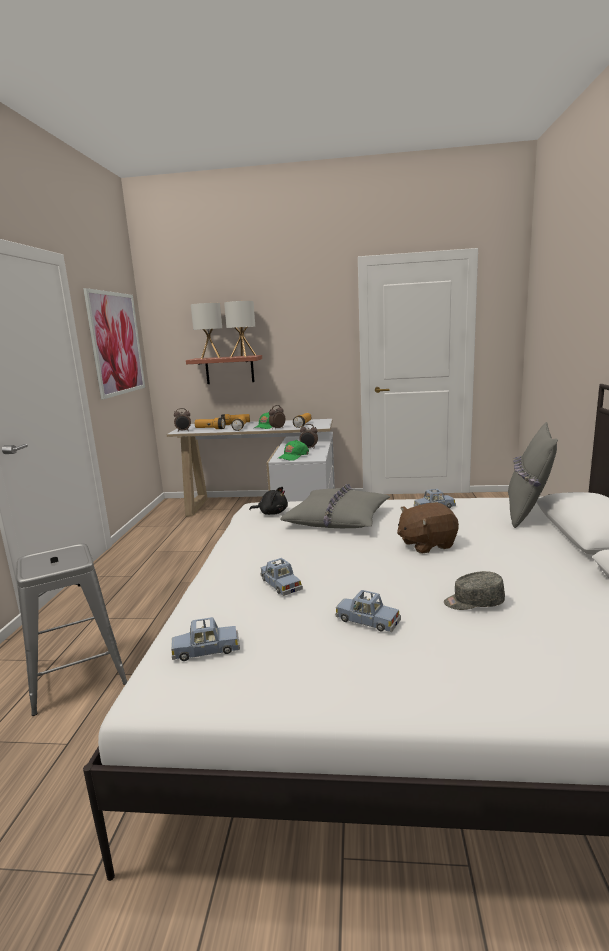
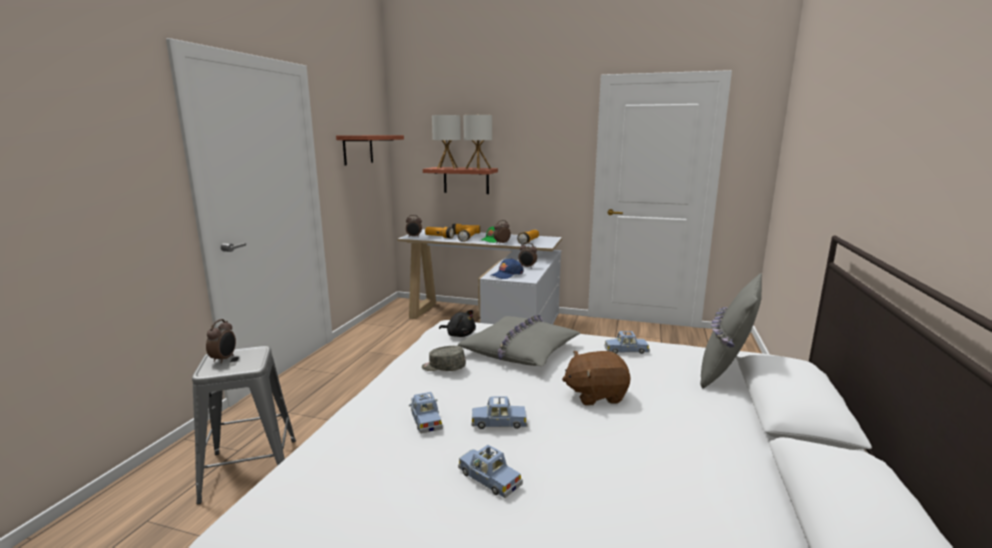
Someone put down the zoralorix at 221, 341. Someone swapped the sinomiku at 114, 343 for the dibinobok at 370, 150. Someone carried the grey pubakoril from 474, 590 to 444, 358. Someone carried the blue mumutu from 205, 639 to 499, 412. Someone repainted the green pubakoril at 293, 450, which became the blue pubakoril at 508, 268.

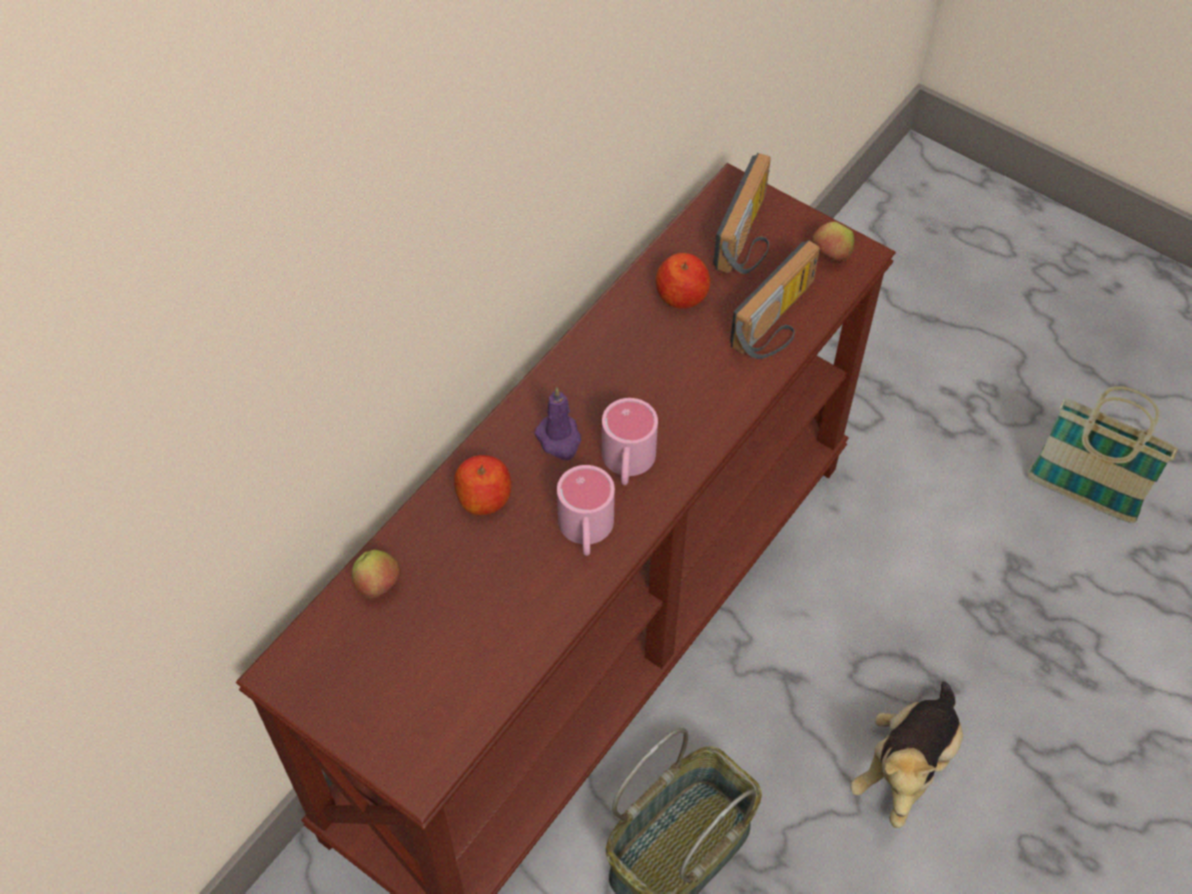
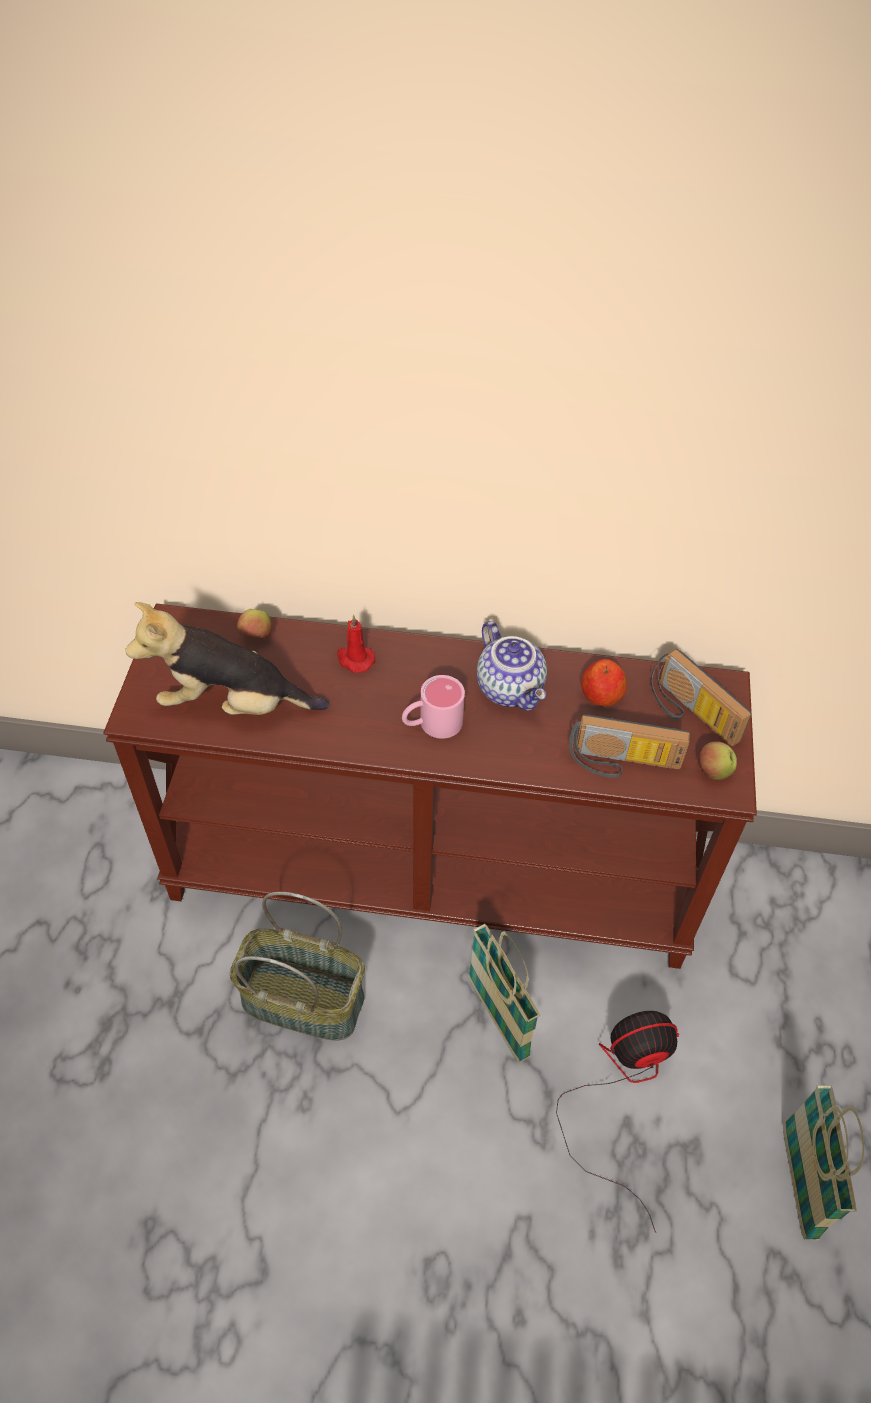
Someone carried the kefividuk from 906, 754 to 227, 658. Someone swapped the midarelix at 482, 485 for the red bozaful at 356, 644. Someone put down the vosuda at 504, 993. Someone put down the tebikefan at 512, 666. Someone put down the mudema at 617, 1122. Someone rotated the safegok at 742, 213 by 60 degrees clockwise. Someone took away the purple bozaful at 557, 423. Someone took away the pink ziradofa at 586, 510.

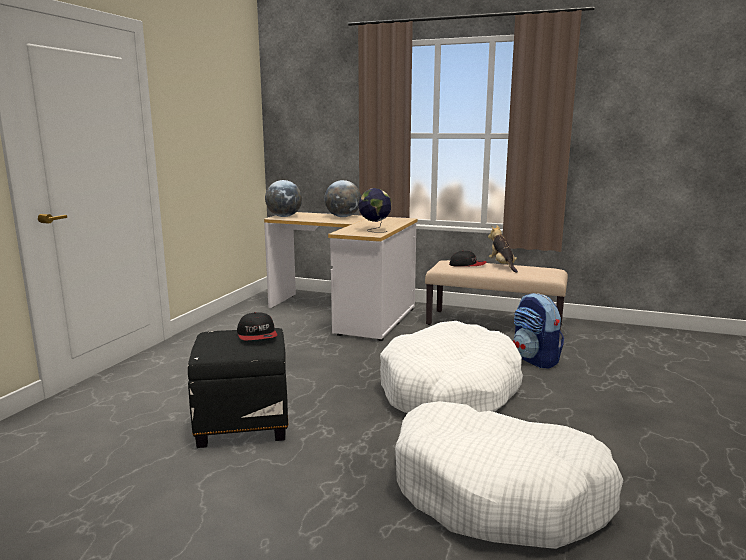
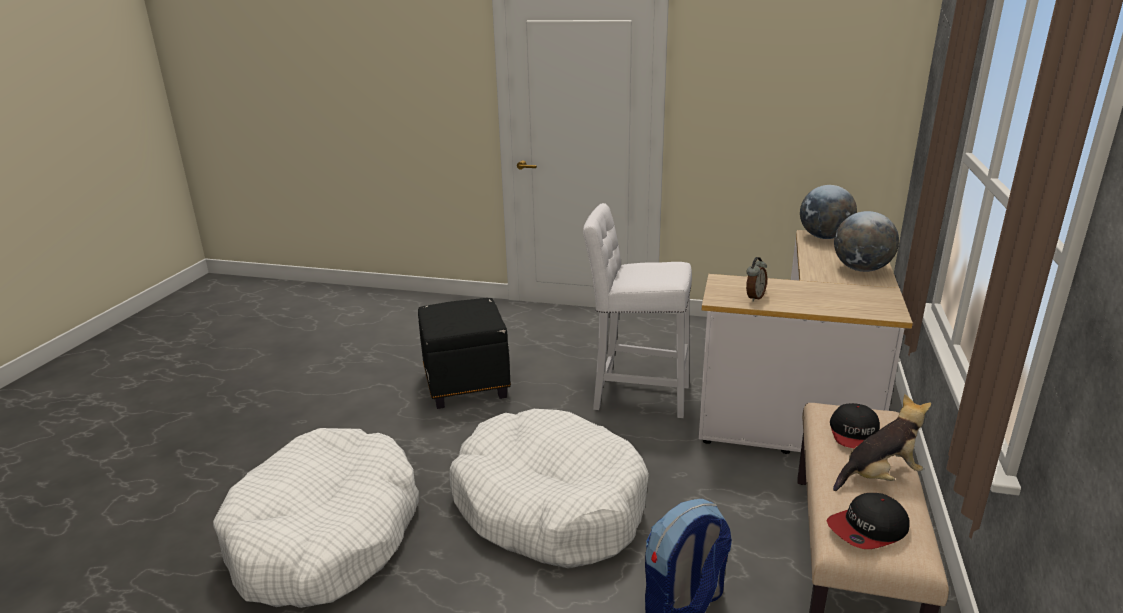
Someone put down the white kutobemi at 637, 310. Someone swapped the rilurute at 375, 210 for the zoralorix at 756, 279. Someone carried the pubakoril from 257, 326 to 868, 521.

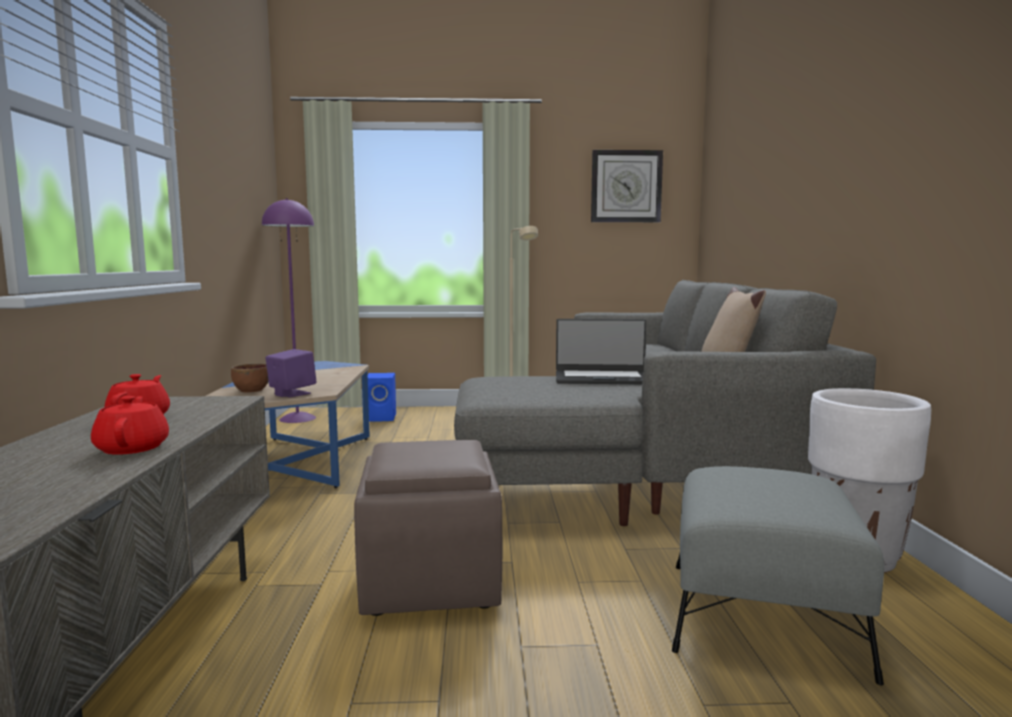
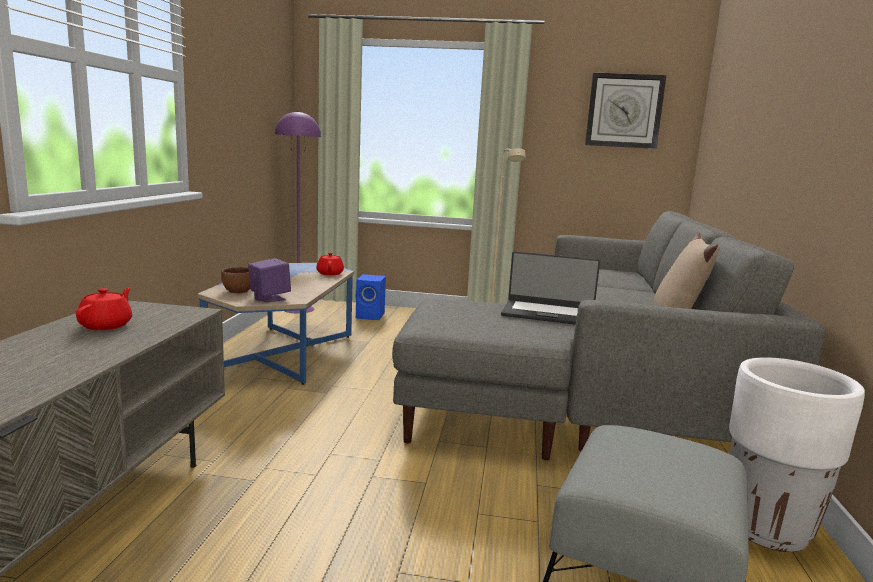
Someone carried the red tebikefan from 130, 425 to 330, 263. Someone took away the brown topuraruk at 428, 528.

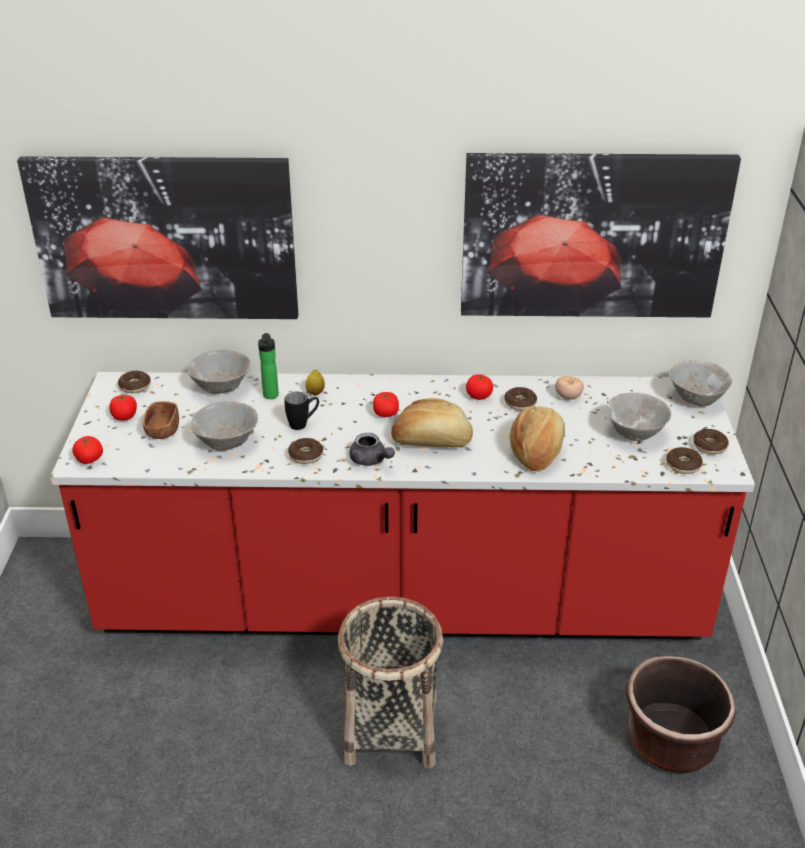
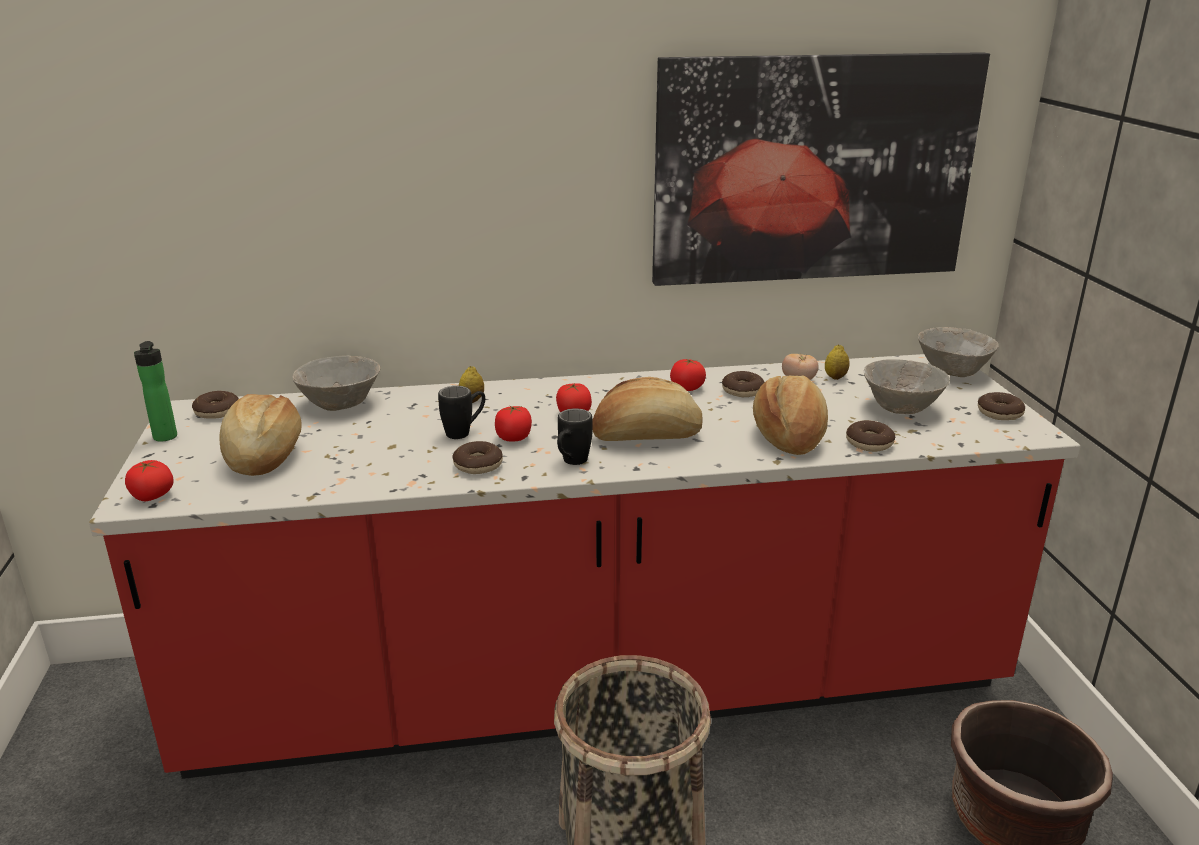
Someone carried the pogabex from 268, 366 to 155, 391. Someone swapped the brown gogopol at 160, 420 for the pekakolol at 260, 435. Someone carried the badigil from 123, 407 to 513, 423. Someone swapped the grey tebikefan at 372, 449 for the black ziradofa at 574, 436. Someone put down the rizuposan at 837, 362. Someone carried the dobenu from 684, 460 to 870, 436. Someone took away the sinomiku at 157, 237. Someone took away the grey gogopol at 224, 426.

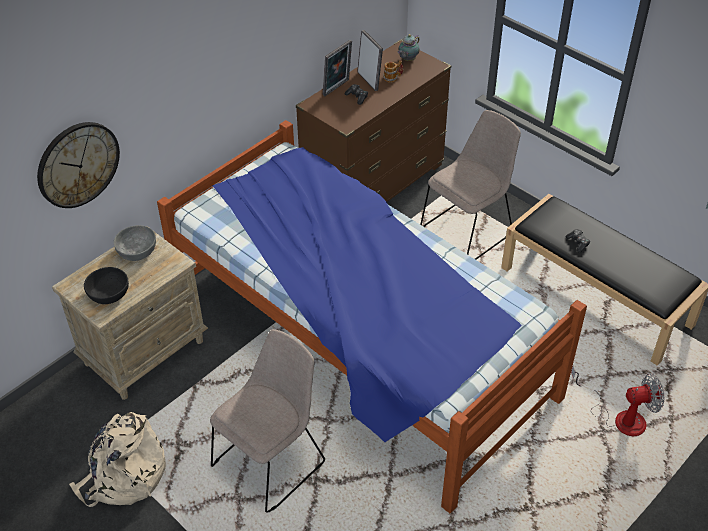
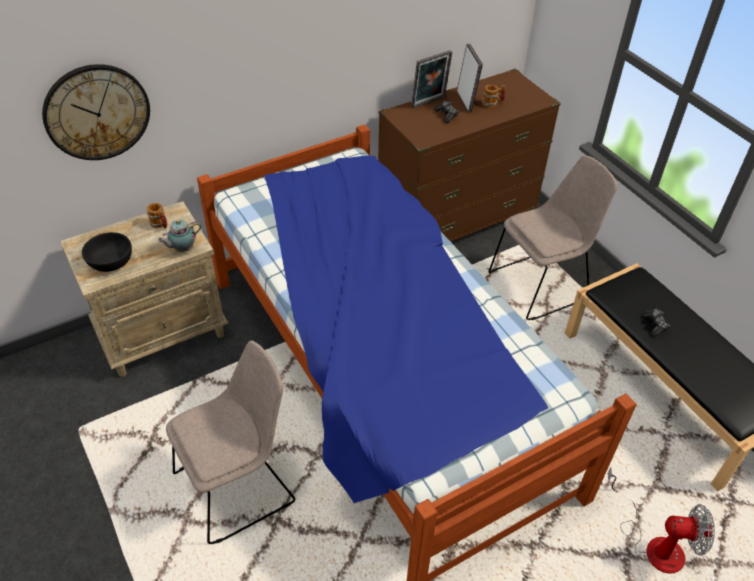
Someone swapped the grey gogopol at 135, 243 for the ziradofa at 157, 216. Someone carried the tebikefan from 408, 47 to 179, 236. Someone took away the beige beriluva at 117, 459.

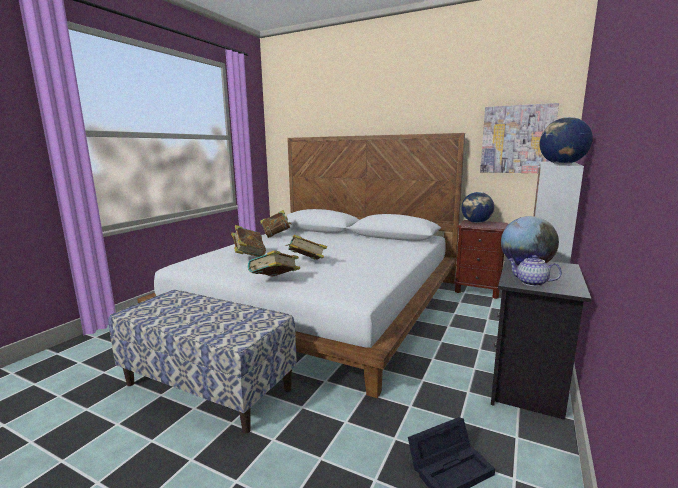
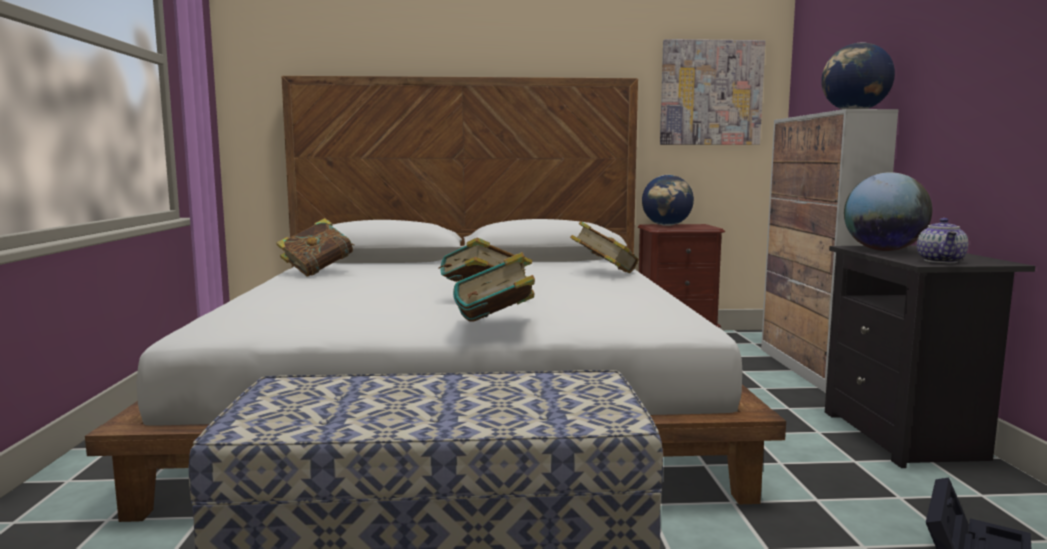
Someone carried the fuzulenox from 248, 241 to 604, 247. Someone rotated the tebikefan at 535, 270 by 75 degrees counterclockwise.

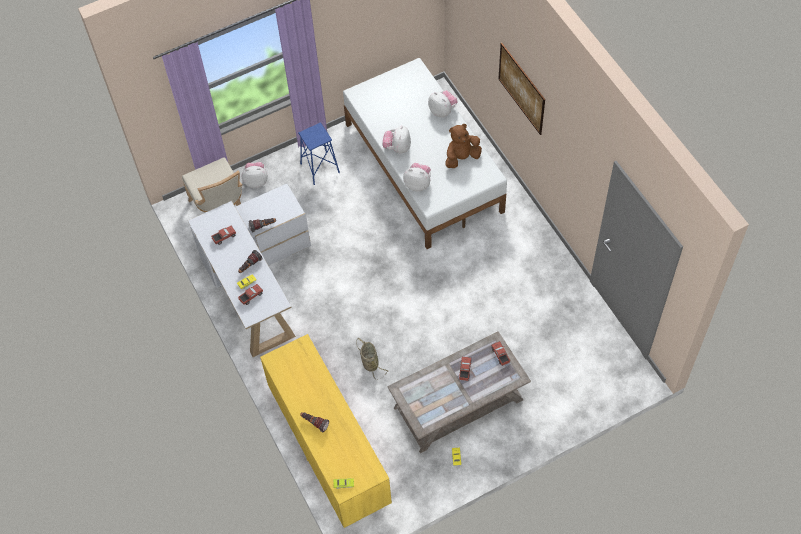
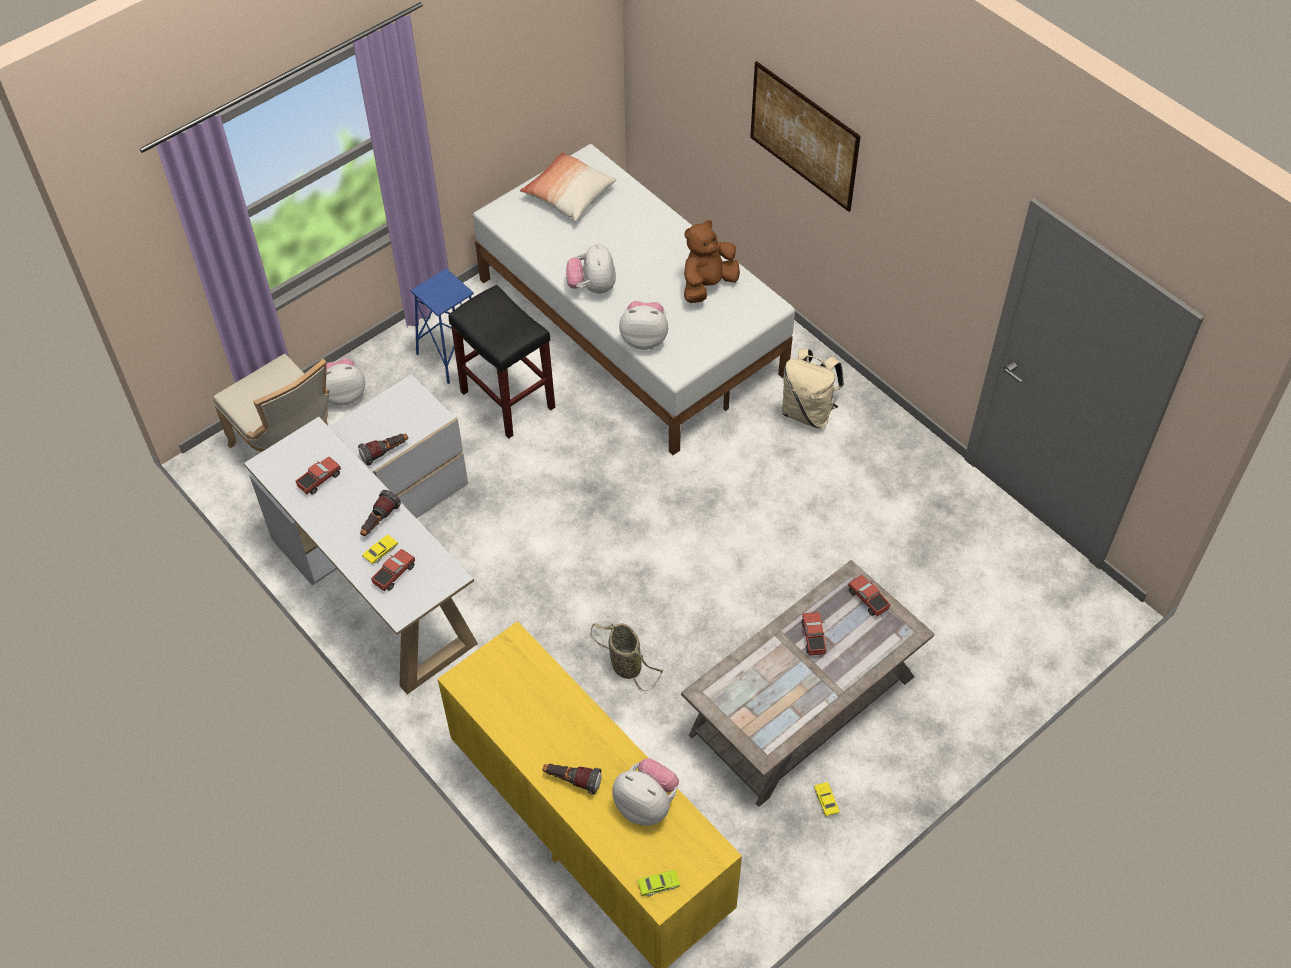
Someone put down the black kutobemi at 501, 362. Someone put down the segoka at 568, 186. Someone carried the kefividuk from 443, 103 to 646, 792. Someone put down the beige beriluva at 813, 388.

